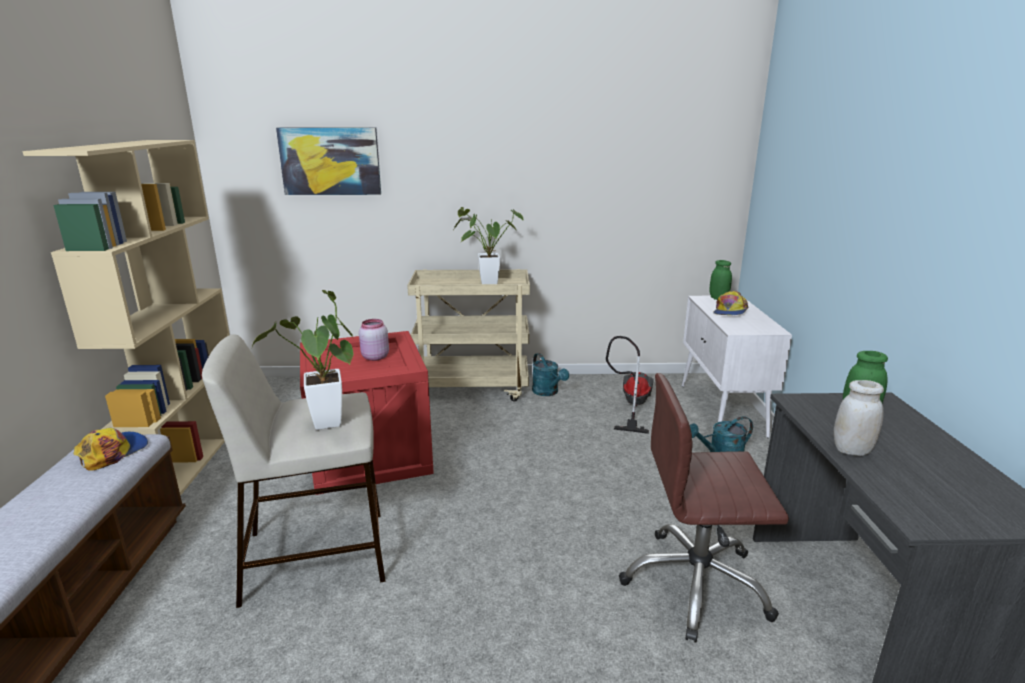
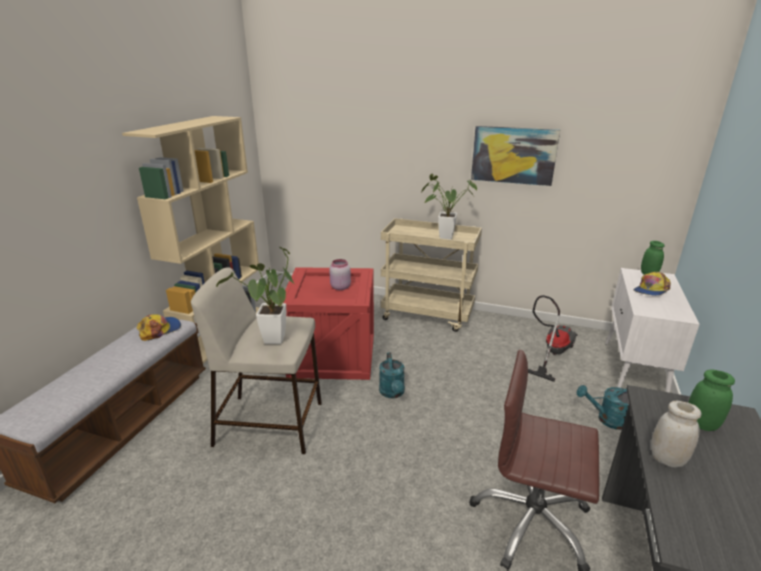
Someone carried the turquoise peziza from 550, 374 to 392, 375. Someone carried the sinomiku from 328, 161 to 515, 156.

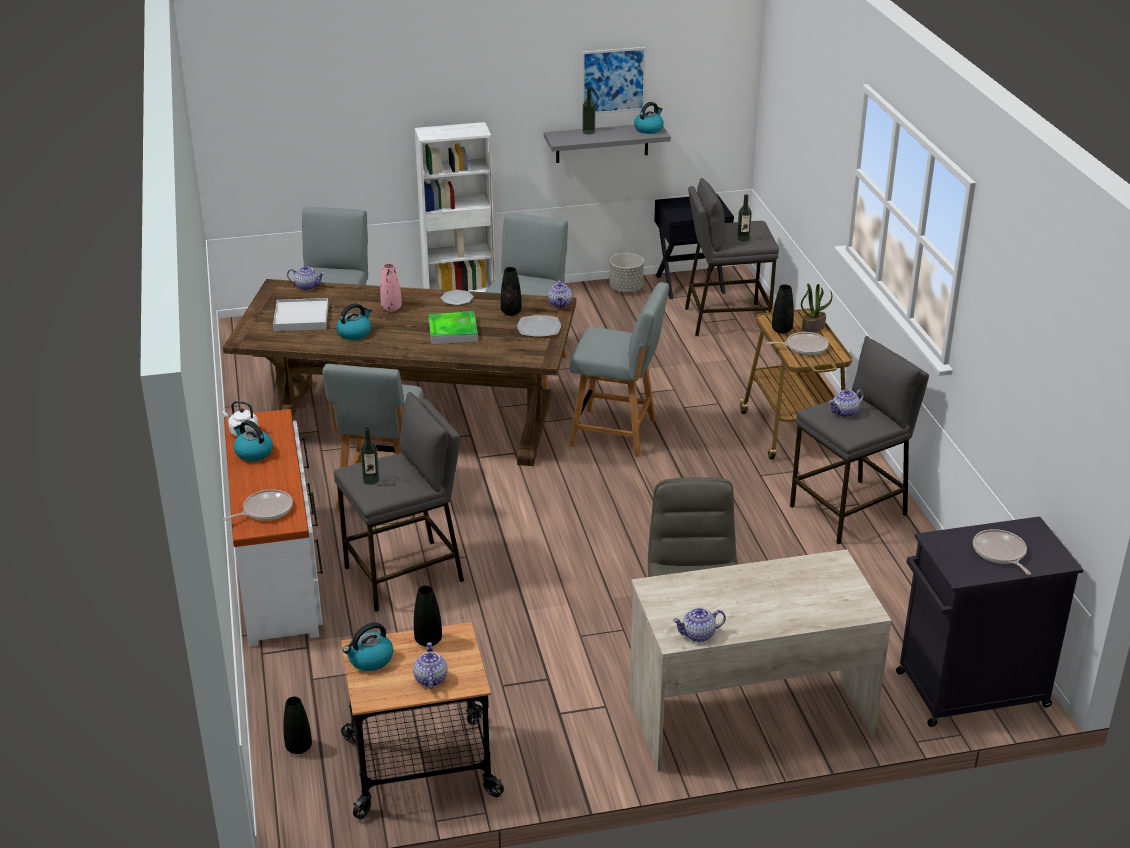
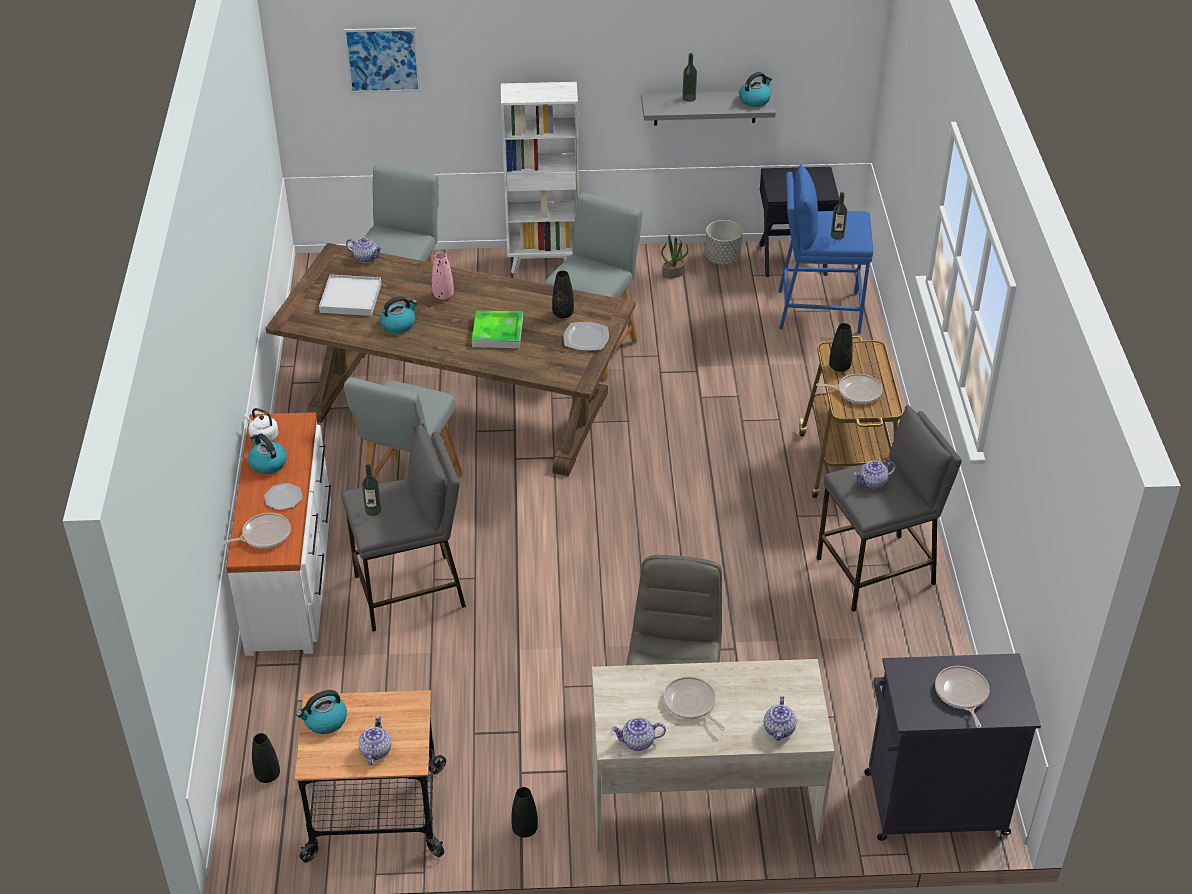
Someone carried the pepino from 457, 297 to 283, 496. Someone carried the sinomiku from 614, 81 to 382, 60. Someone carried the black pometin from 428, 616 to 524, 812. Someone carried the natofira from 816, 307 to 674, 256. Someone put down the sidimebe at 694, 703. Someone carried the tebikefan from 560, 294 to 780, 718. Someone repainted the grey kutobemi at 732, 257, which became the blue kutobemi at 825, 248. Someone took away the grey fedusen at 619, 369.

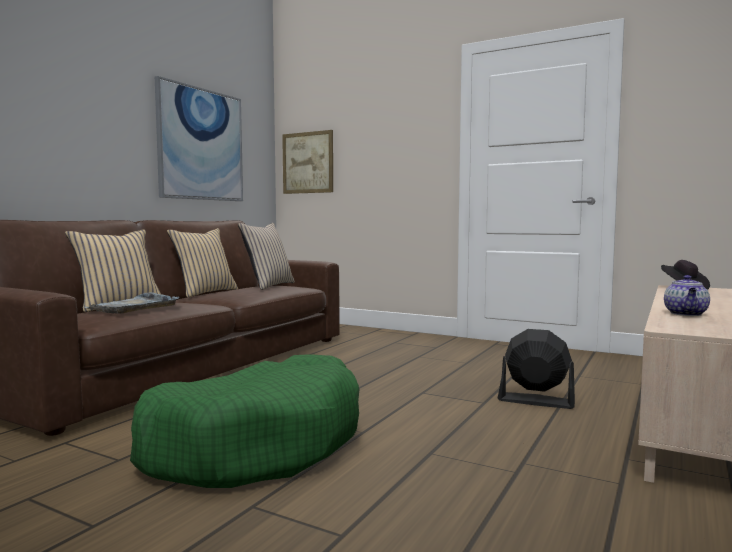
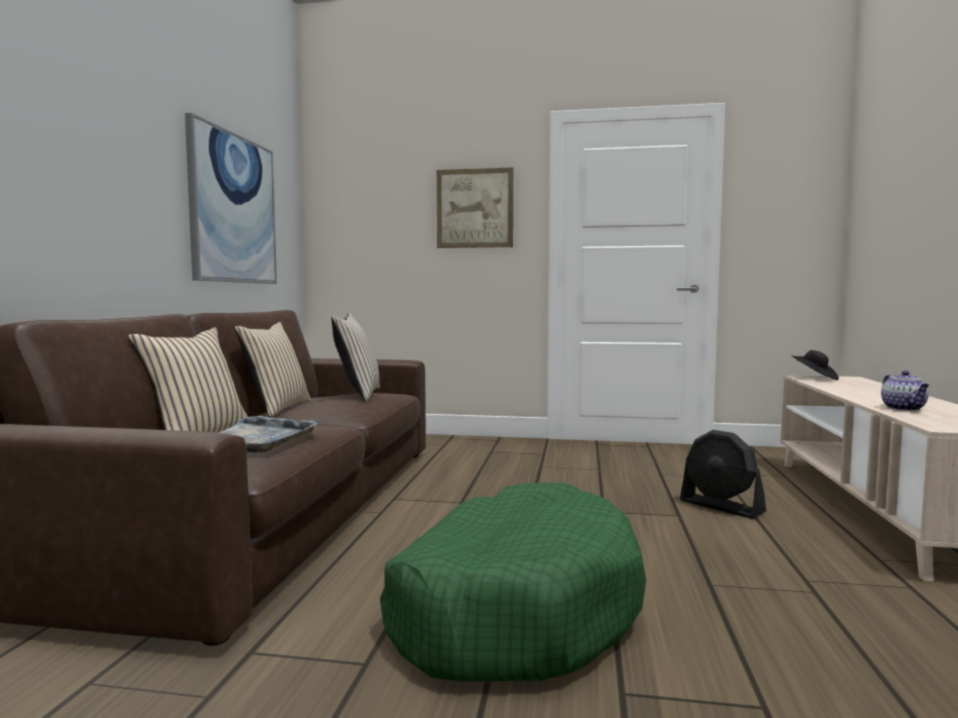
Someone carried the sinomiku from 307, 162 to 475, 207. Someone rotated the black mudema at 536, 369 by 135 degrees counterclockwise.

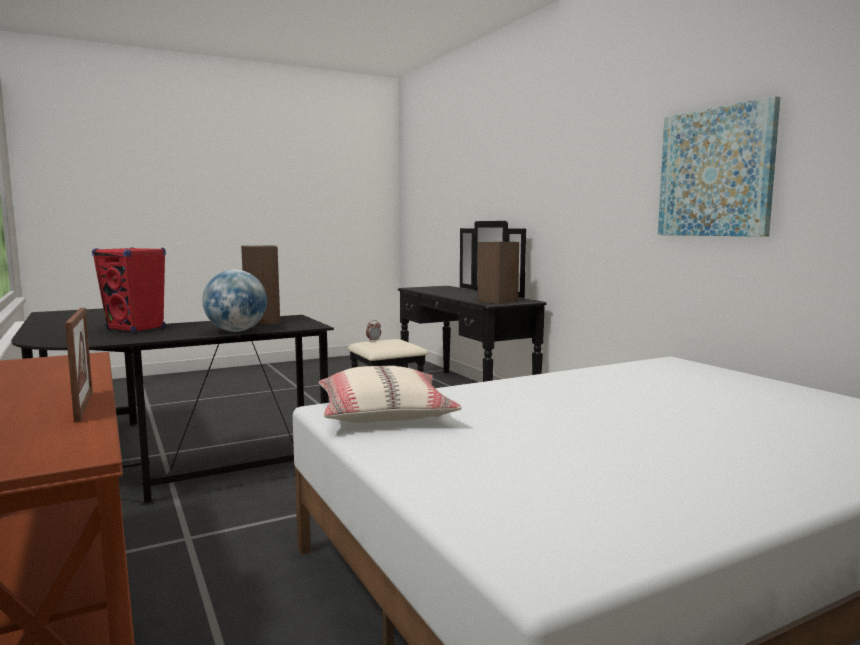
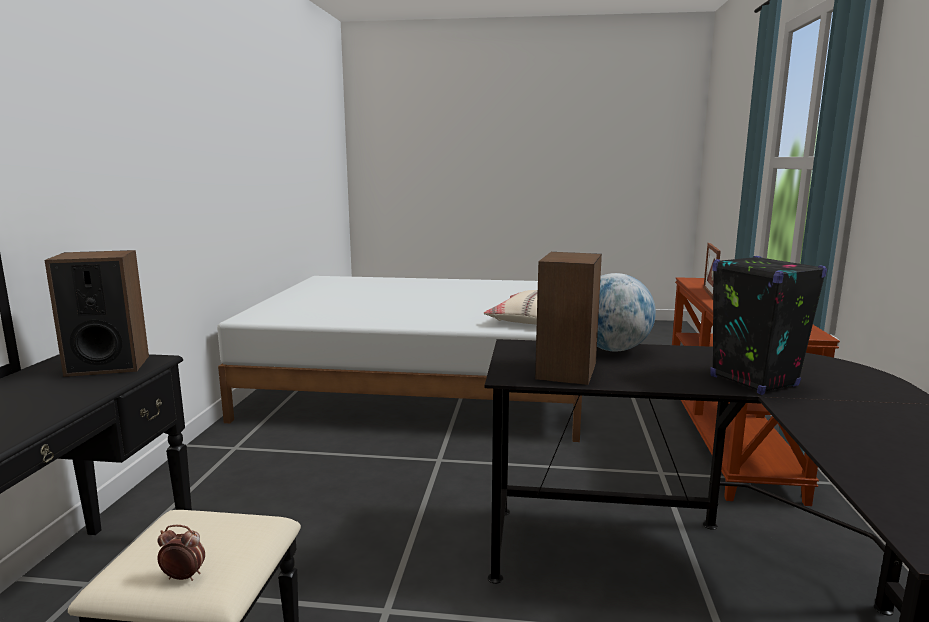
Someone repainted the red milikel at 129, 290, which became the black milikel at 768, 325. Someone took away the sinomiku at 719, 166.

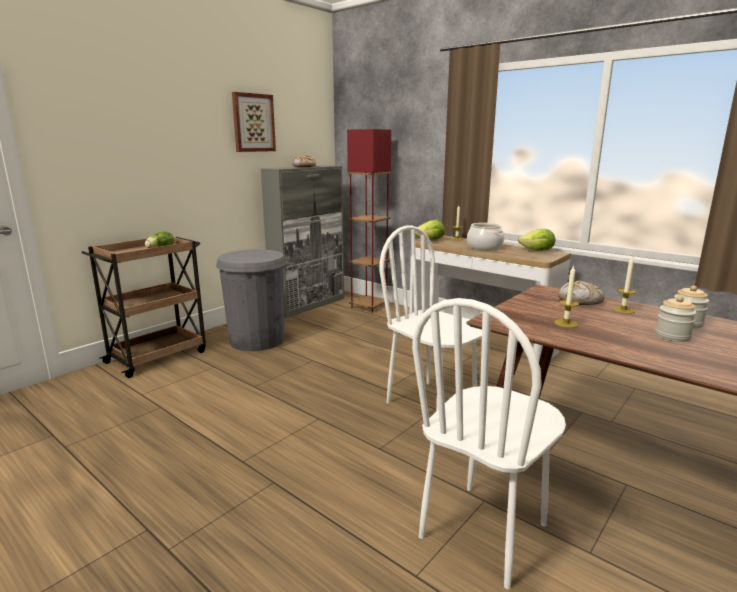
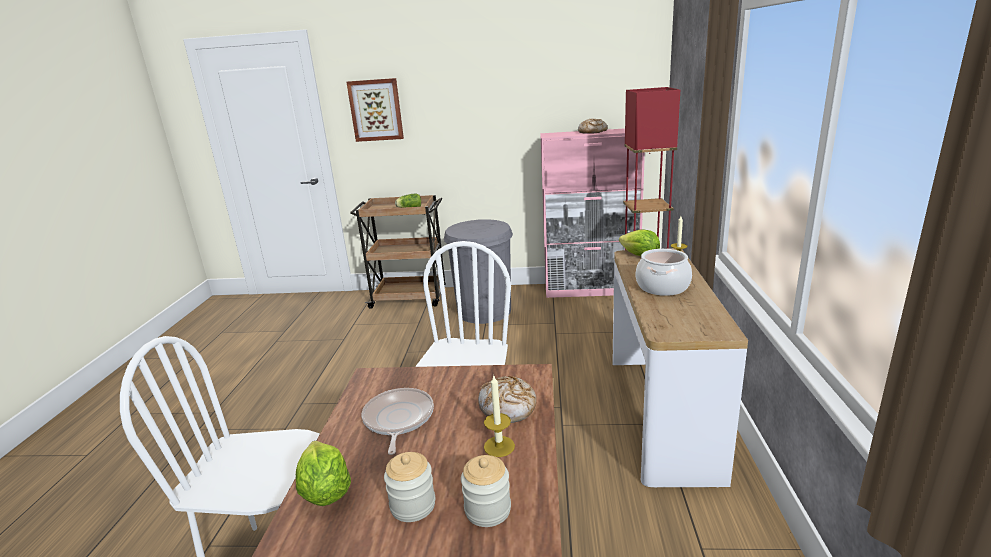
Someone carried the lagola from 536, 240 to 323, 473. Someone carried the sinomiku from 254, 122 to 375, 110. Someone swapped the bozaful at 566, 296 for the sidimebe at 398, 421. Someone repainted the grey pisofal at 302, 241, which became the pink pisofal at 592, 213.

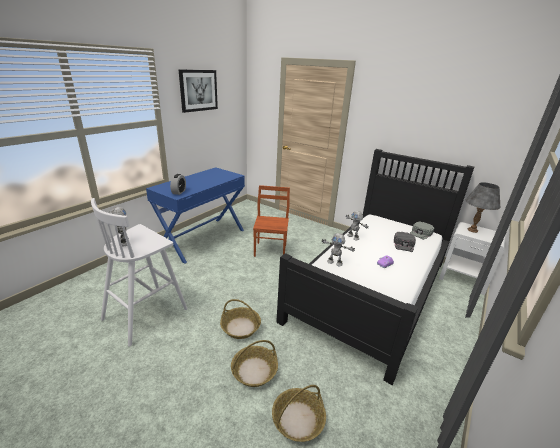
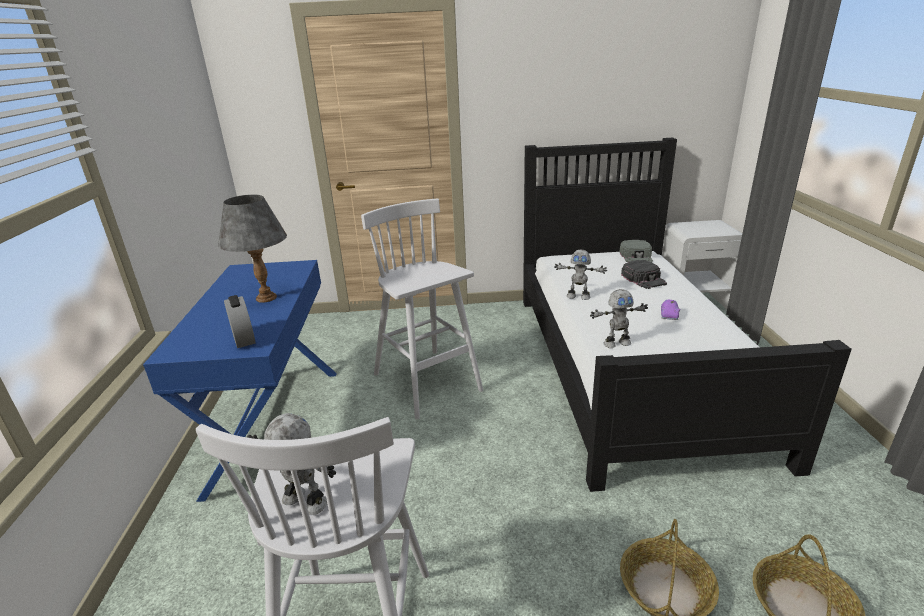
Someone carried the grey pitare from 482, 207 to 252, 249. Someone swapped the brown fedusen at 271, 221 for the white kutobemi at 422, 309. Someone took away the sinomiku at 198, 91. Someone took away the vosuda at 240, 319.

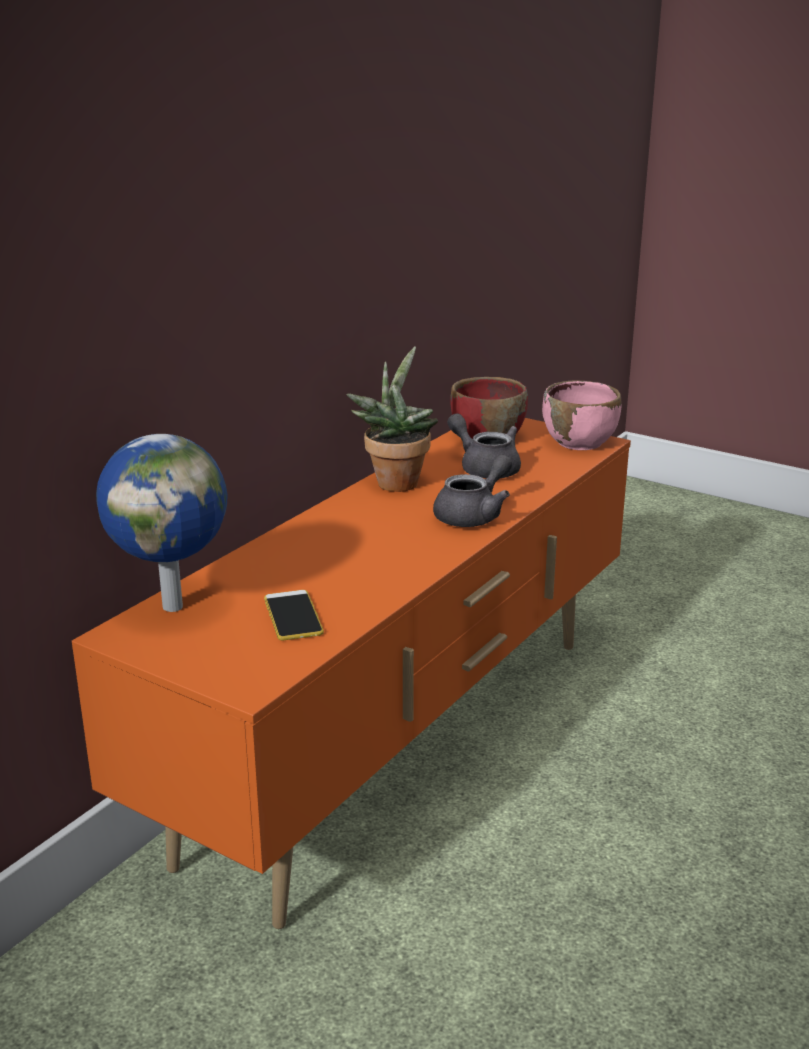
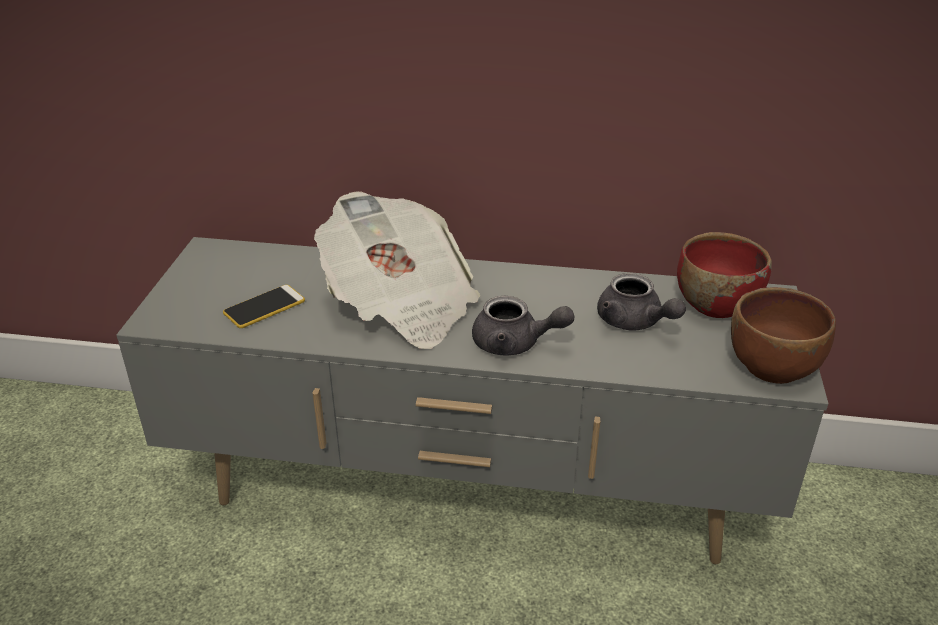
Someone repainted the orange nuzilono at 351, 673, which became the grey nuzilono at 472, 400. Someone put down the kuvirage at 397, 270. Someone rotated the grey tebikefan at 484, 445 by 120 degrees clockwise. Someone repainted the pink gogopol at 582, 415, which became the brown gogopol at 783, 335. Someone took away the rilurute at 161, 523. Someone took away the natofira at 392, 419.

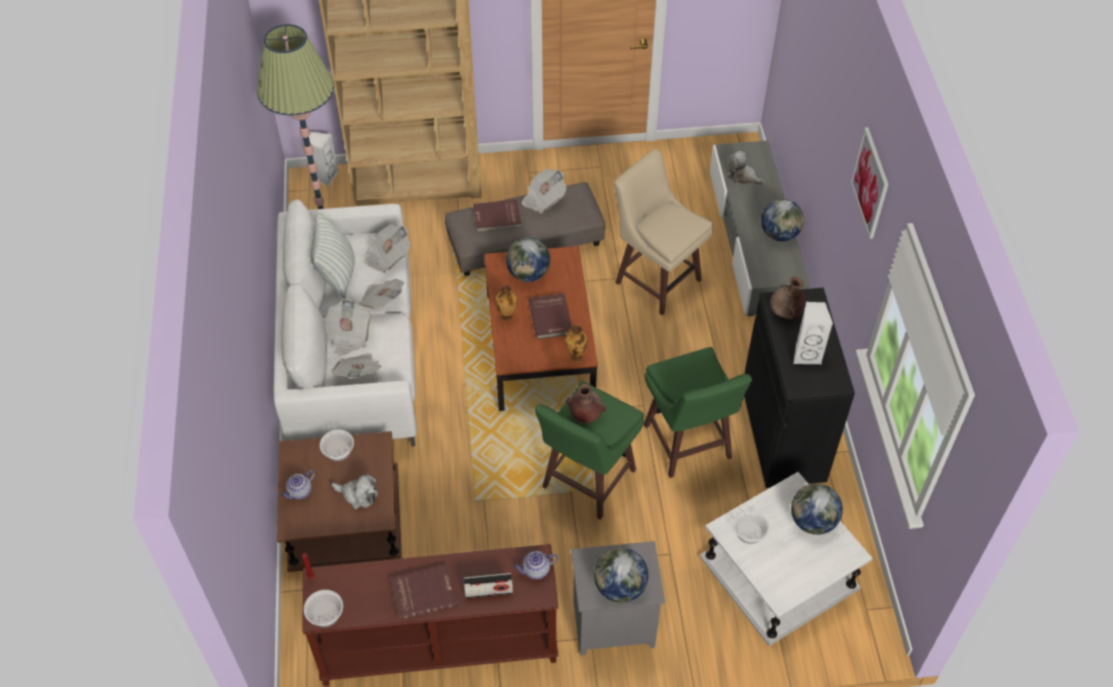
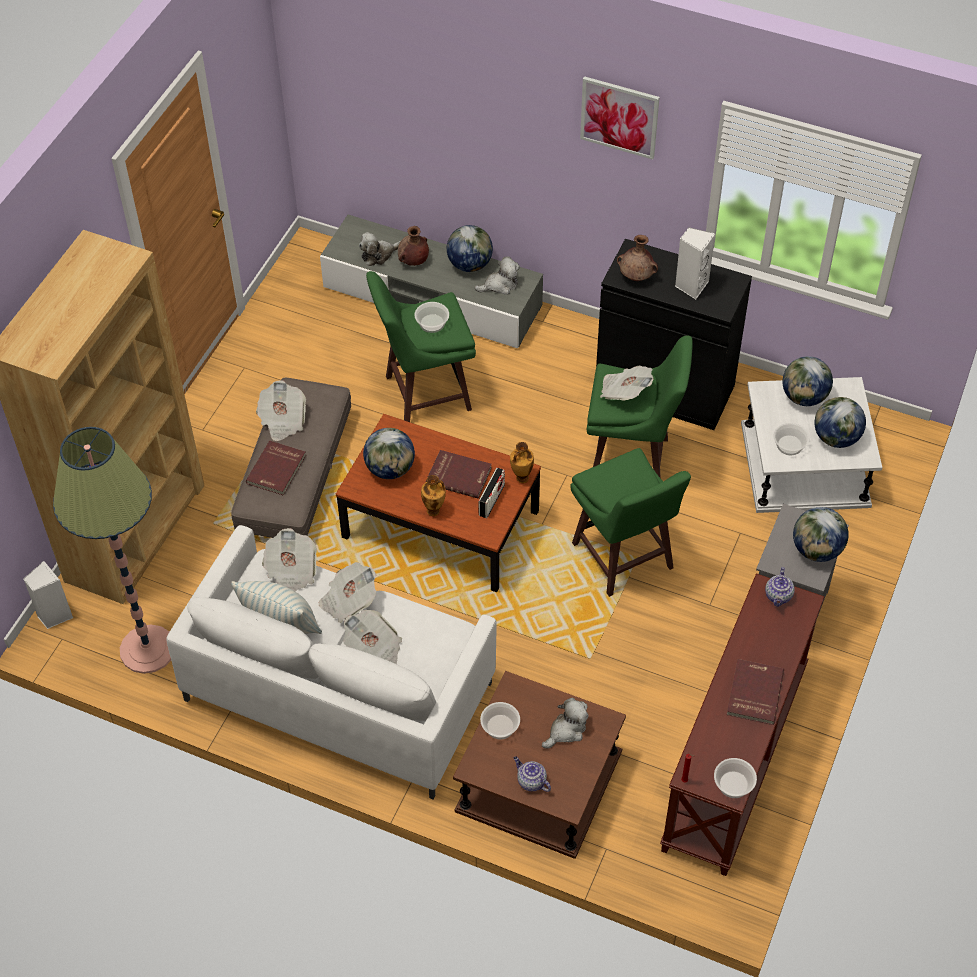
Someone repainted the beige kutobemi at 663, 232, which became the green kutobemi at 421, 346. Someone carried the brown pometin from 586, 403 to 413, 246. Someone put down the gogopol at 431, 317. Someone put down the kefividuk at 497, 275. Someone carried the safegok from 488, 585 to 491, 493. Someone rotated the tebikefan at 298, 485 by 150 degrees clockwise. Someone carried the kuvirage from 356, 366 to 626, 382. Someone put down the rilurute at 840, 422.

